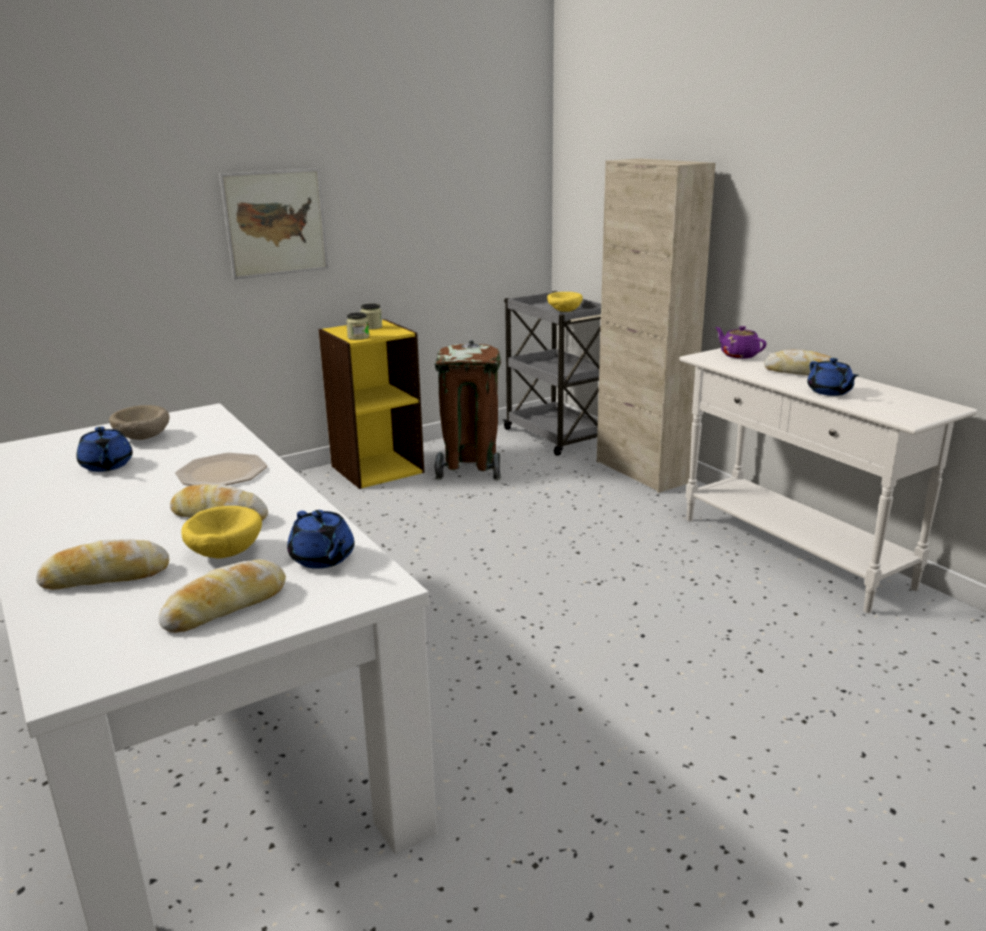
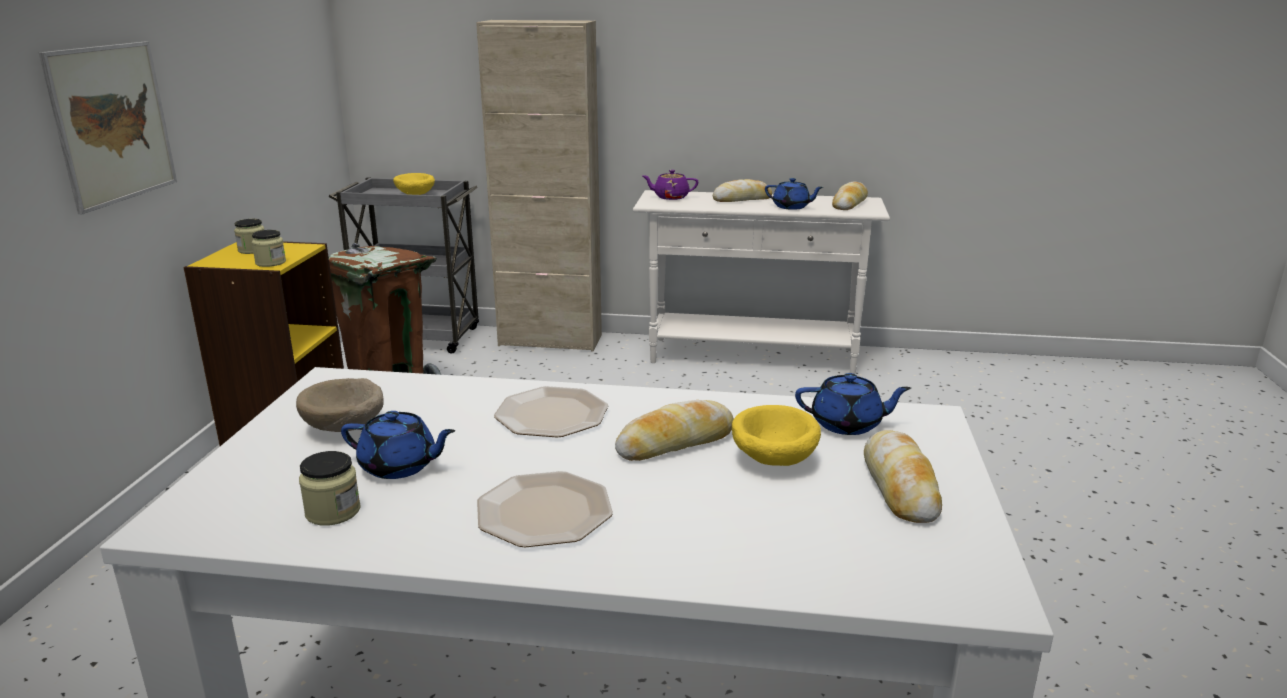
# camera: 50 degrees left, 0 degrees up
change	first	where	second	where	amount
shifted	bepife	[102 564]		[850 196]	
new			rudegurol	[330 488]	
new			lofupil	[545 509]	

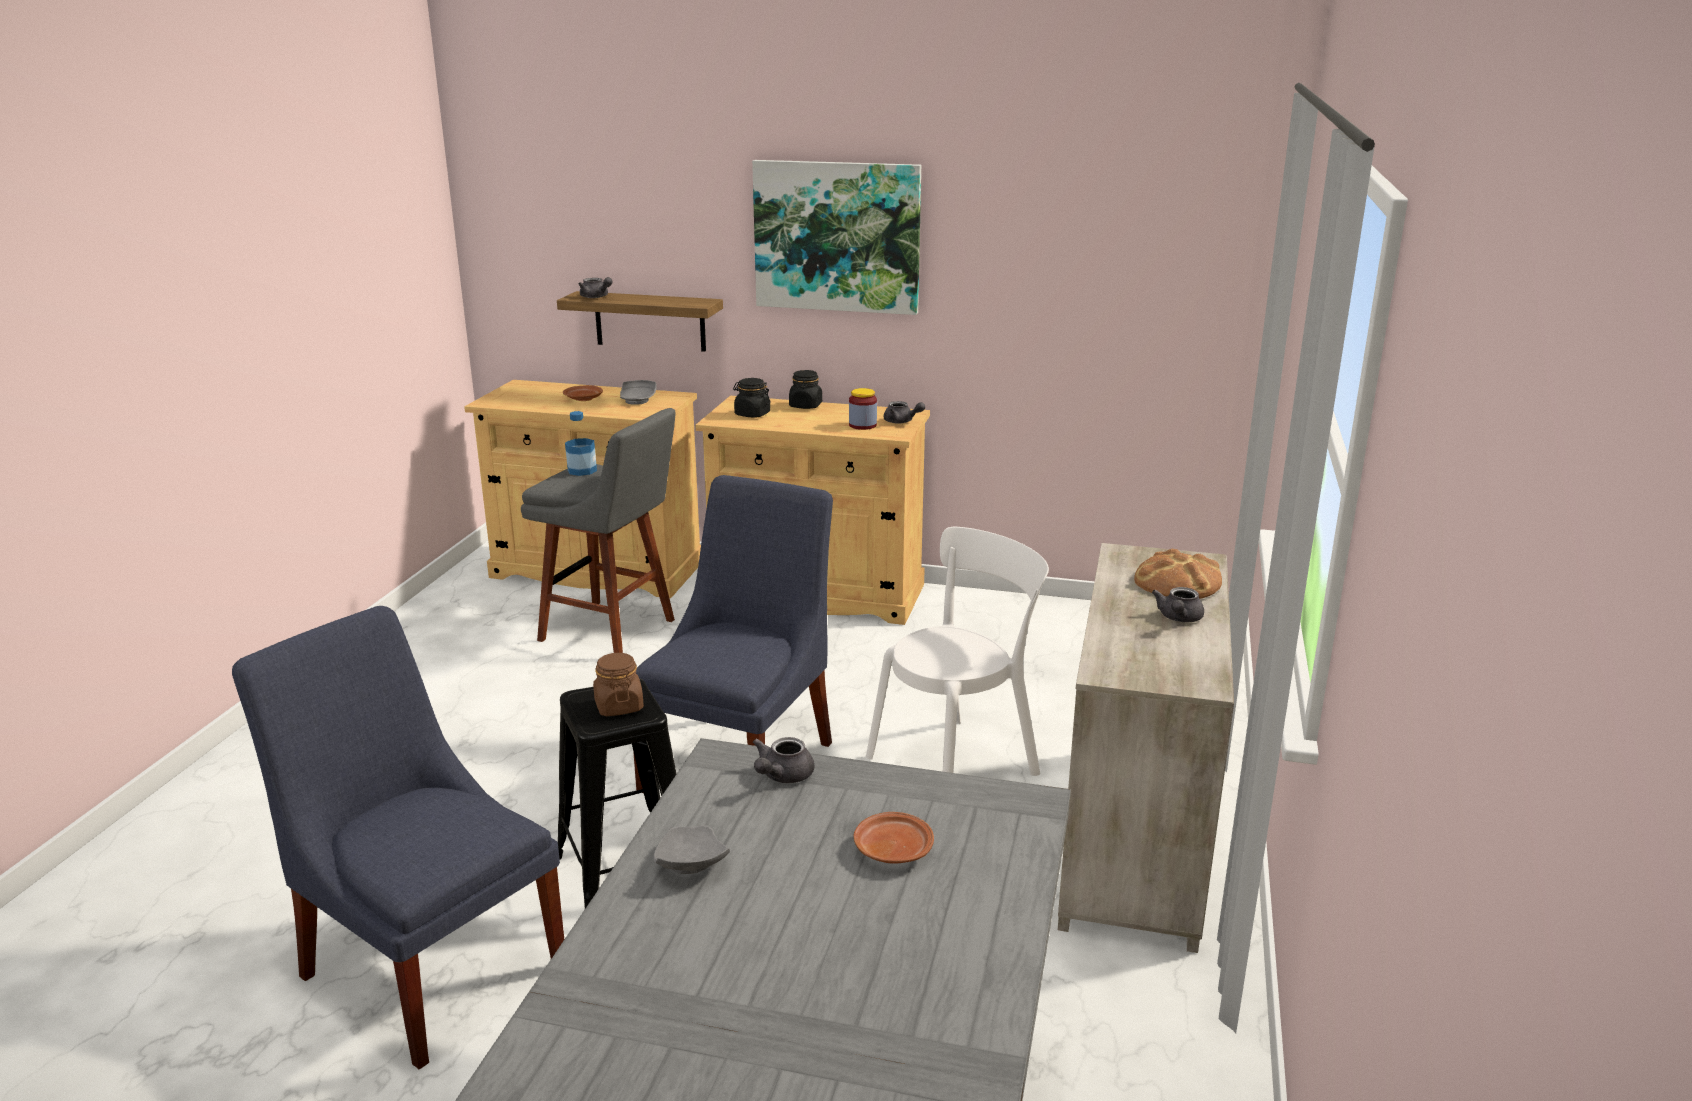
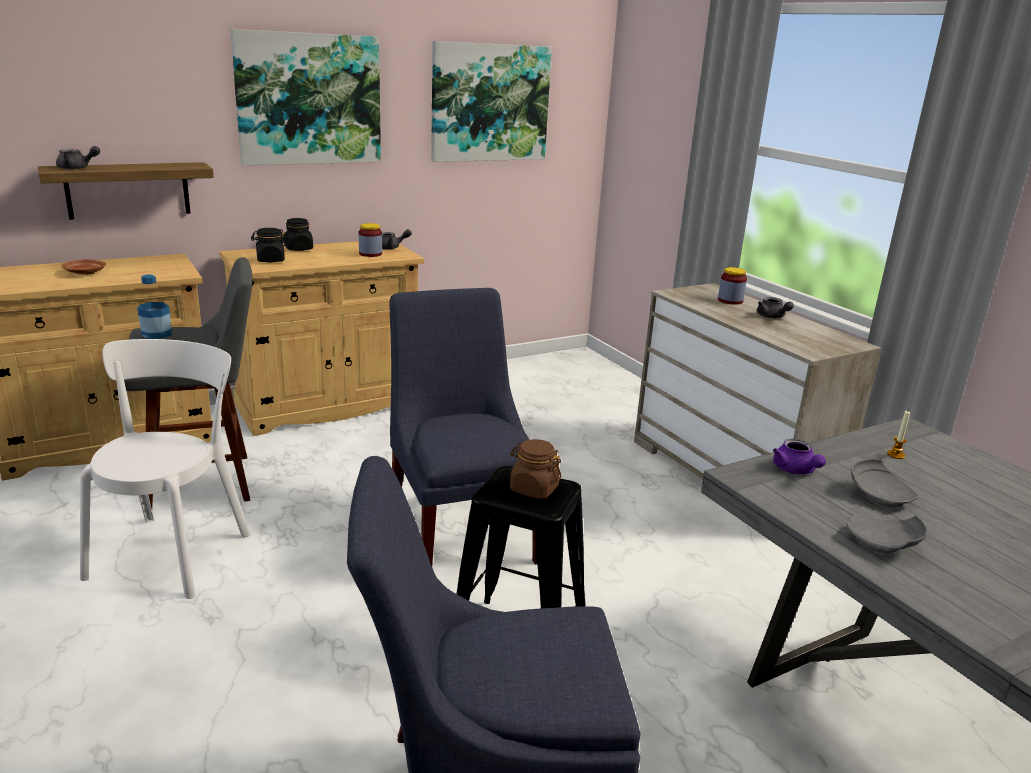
# camera: 45 degrees left, 0 degrees up
change	first	where	second	where	amount
shifted	lofupil (grey)	[638 392]		[885 483]	
repainted	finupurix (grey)	[783 760]	finupurix (purple)	[799 456]	
gone	lofupil (brown)	[893 837]			
shifted	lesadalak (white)	[957 651]		[165 469]	
swapped	bepife	[1178 573]	rudegurol	[732 286]	
new			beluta	[491 101]	
new			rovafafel	[898 435]	

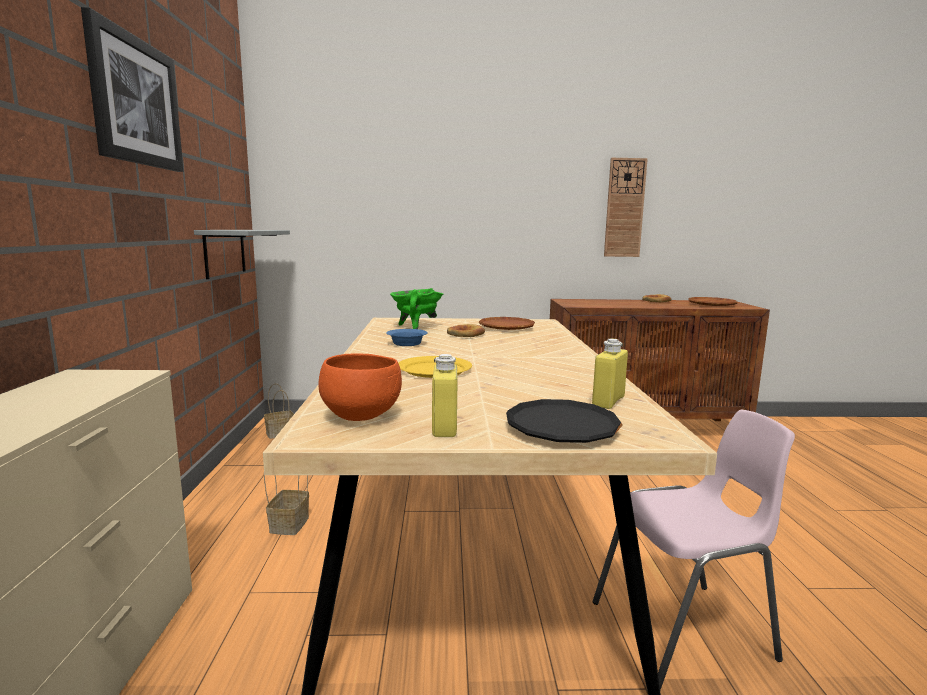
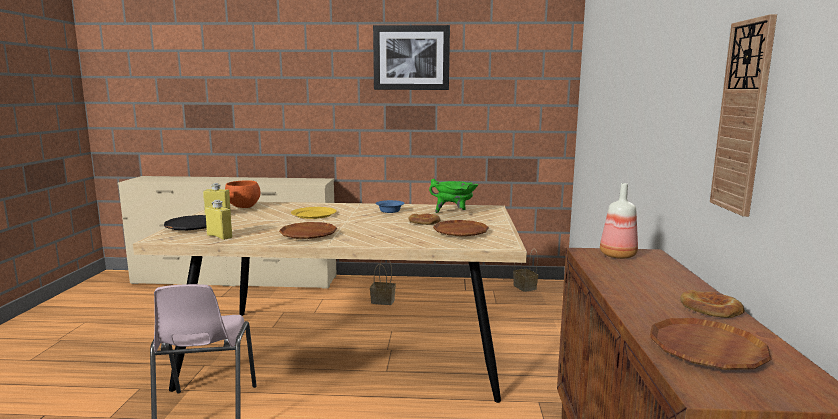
# camera: 95 degrees right, 0 degrees up
change	first	where	second	where	amount
gone	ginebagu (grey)	[242 254]			
new			lofupil (brown)	[308 230]	
new			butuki	[619 221]	

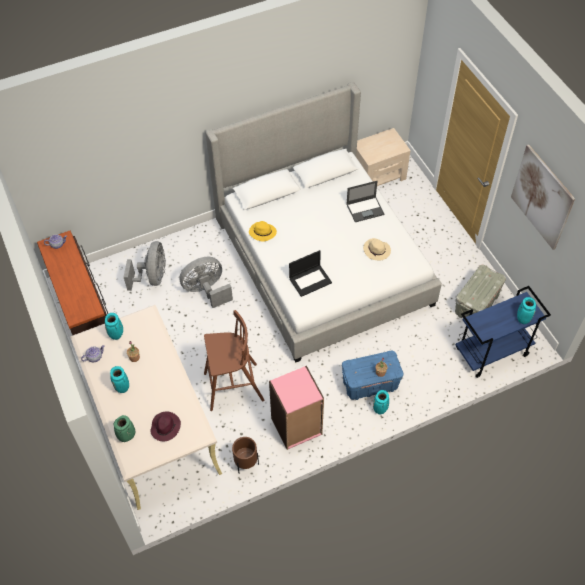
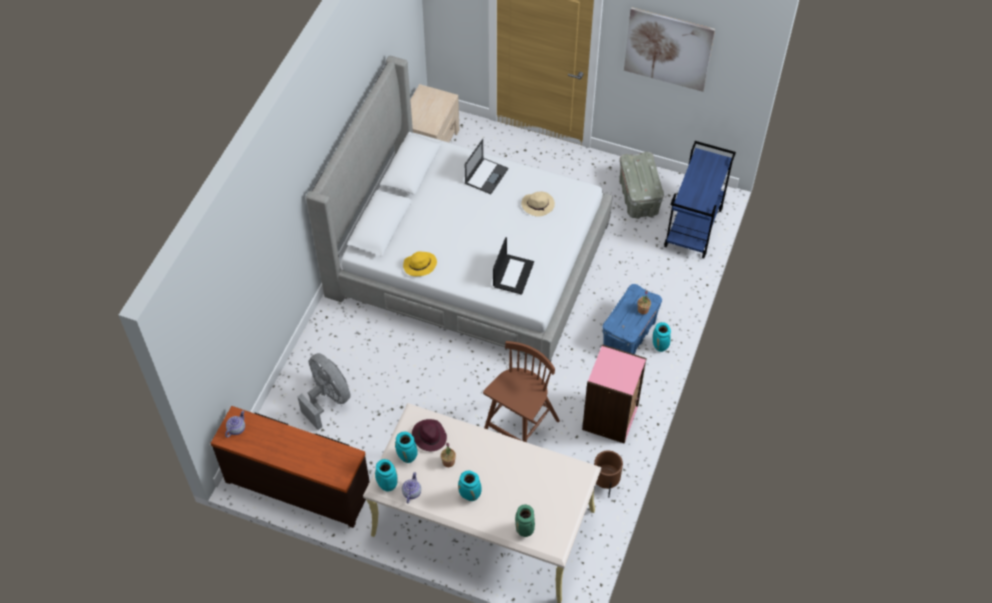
# camera: 45 degrees left, 0 degrees up
change	first	where	second	where	amount
shifted	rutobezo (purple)	[166 426]		[429 435]	
gone	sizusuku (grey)	[206 282]			
shifted	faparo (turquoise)	[526 310]		[386 475]	

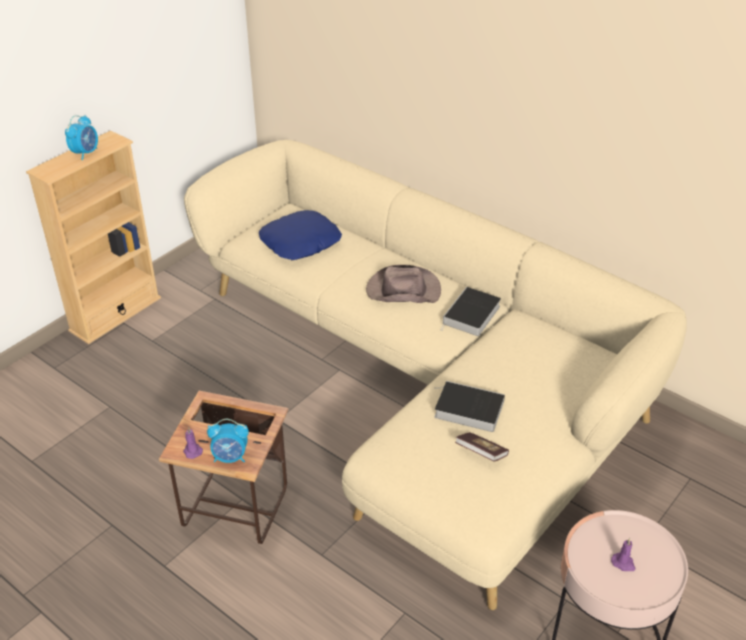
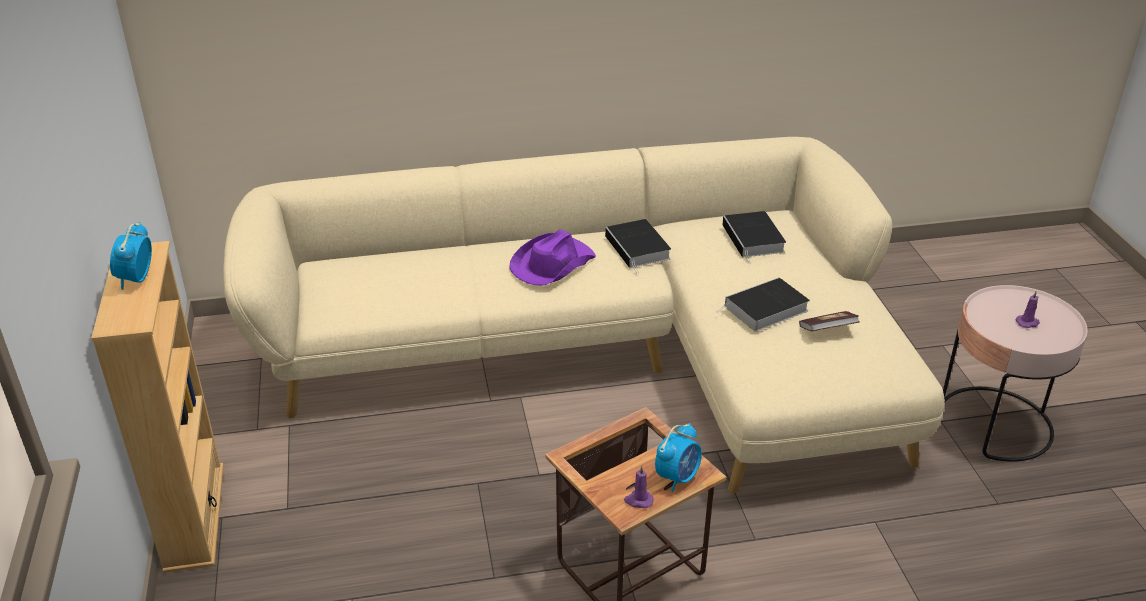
# camera: 50 degrees left, 5 degrees down
change	first	where	second	where	amount
rotated	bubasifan	[81 137]		[131 256]	150 degrees counterclockwise
gone	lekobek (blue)	[300 235]			
repainted	rutobezo (brown)	[403 284]	rutobezo (purple)	[552 257]	
new			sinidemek	[754 237]	

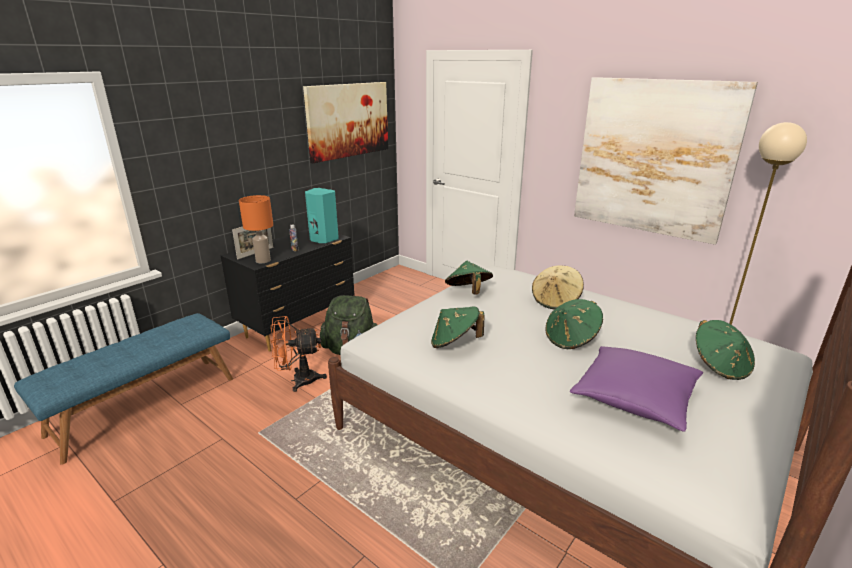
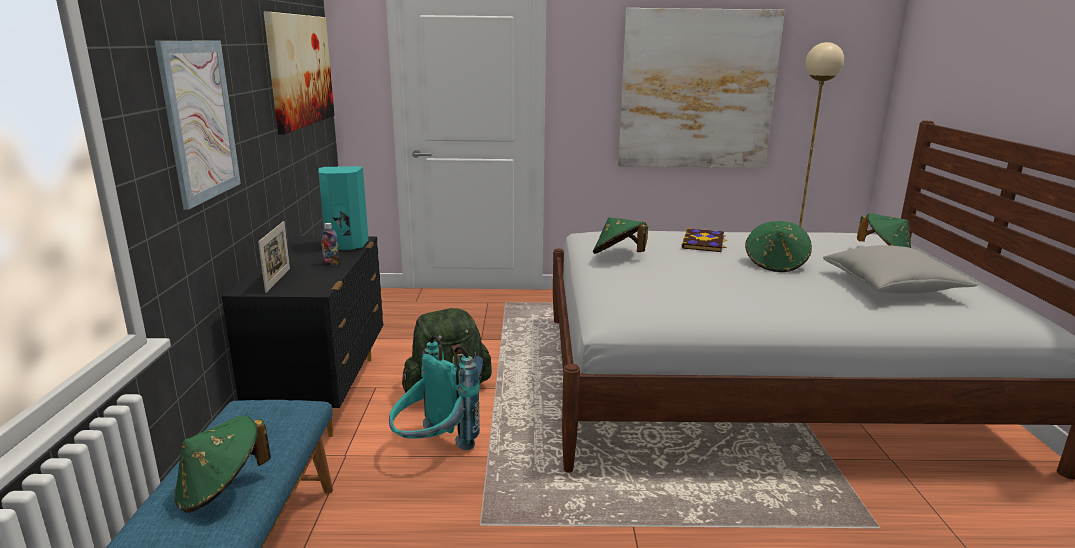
# camera: 40 degrees left, 5 degrees down
change	first	where	second	where	amount
gone	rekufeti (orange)	[256 229]			
swapped	sizusuku (orange)	[298 354]	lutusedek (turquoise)	[434 392]	
shifted	rutobezo (green)	[457 327]		[223 464]	
swapped	rutobezo (beige)	[558 287]	sinidemek	[704 240]	
repainted	lekobek (purple)	[636 389]	lekobek (grey)	[900 269]	
new			beluta	[198 125]	

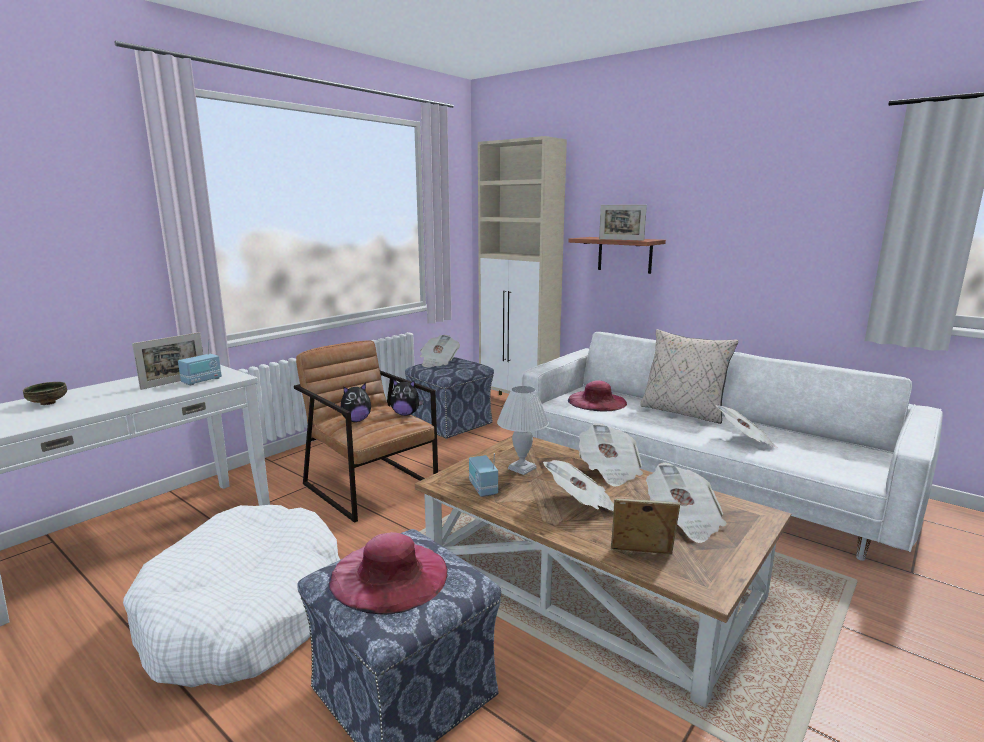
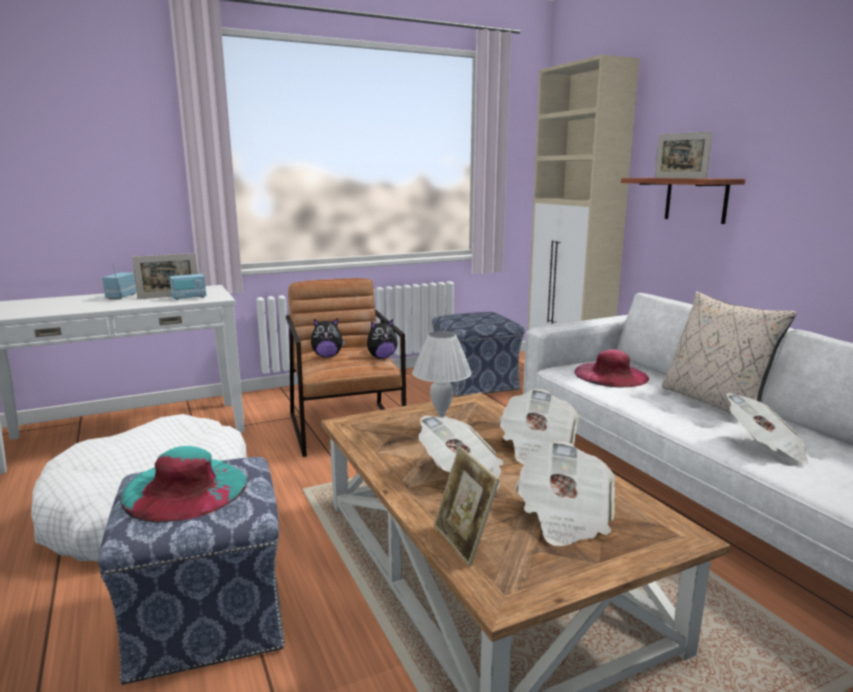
# camera: 25 degrees right, 0 degrees up
change	first	where	second	where	amount
gone	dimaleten	[45 393]			
repainted	rutobezo (pink)	[388 573]	rutobezo (turquoise)	[183 484]	
rotated	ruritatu	[407 397]		[382 339]	60 degrees counterclockwise
gone	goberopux	[440 351]			
shifted	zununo	[483 475]		[119 281]	
rotated	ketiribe	[645 526]		[467 506]	150 degrees counterclockwise

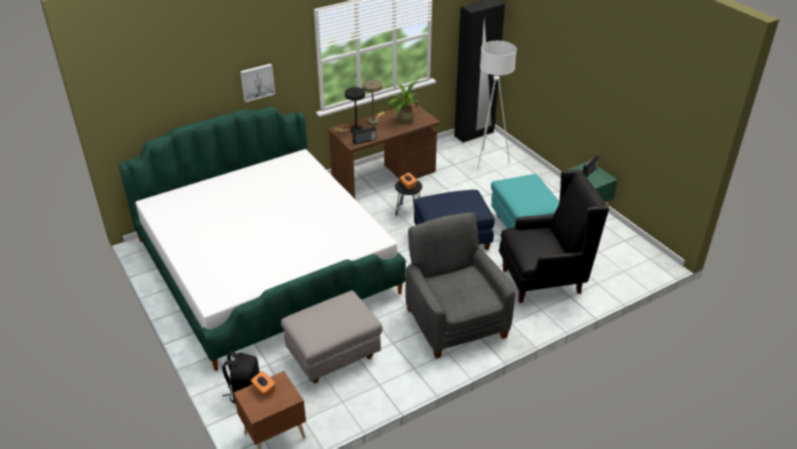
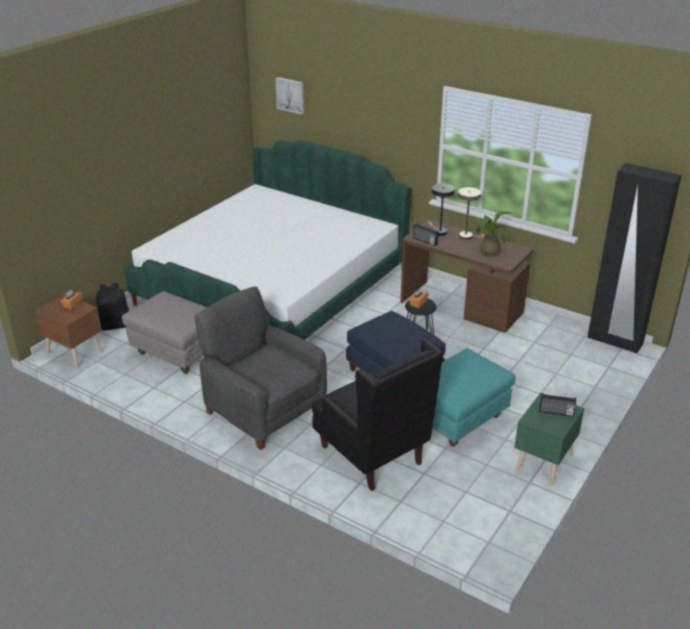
# camera: 65 degrees right, 5 degrees down
change	first	where	second	where	amount
shifted	beluta	[257 83]		[289 95]	
rotated	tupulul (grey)	[460 286]		[260 368]	90 degrees counterclockwise
gone	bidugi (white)	[497 105]			

